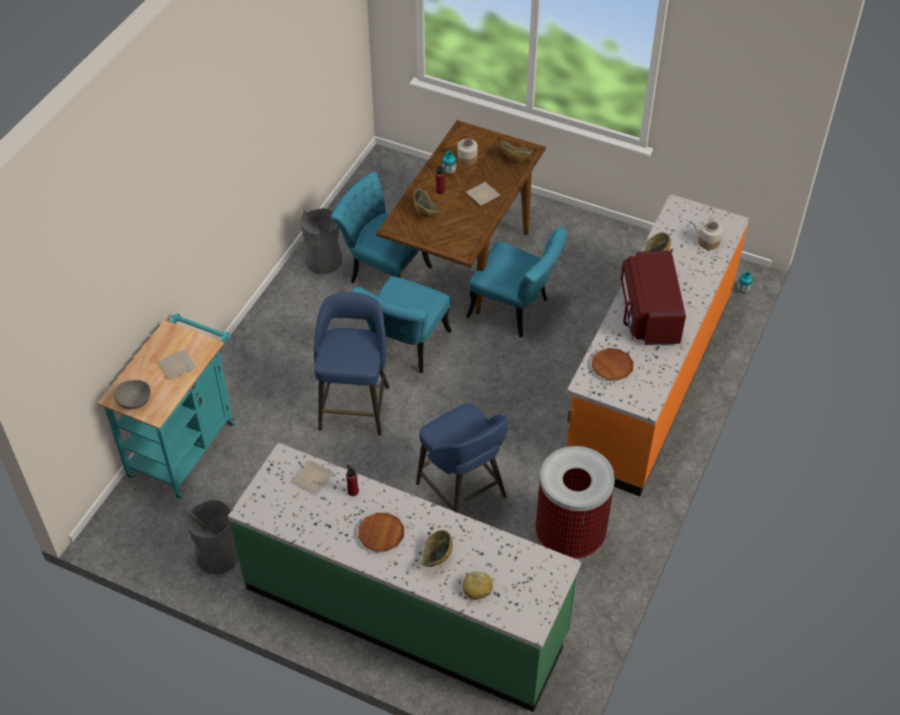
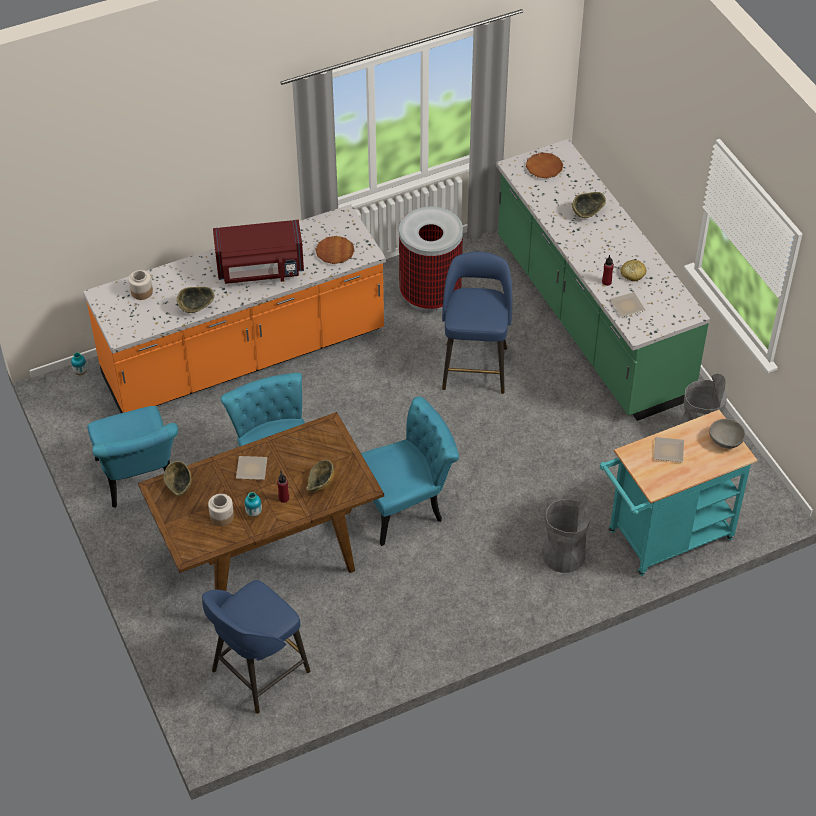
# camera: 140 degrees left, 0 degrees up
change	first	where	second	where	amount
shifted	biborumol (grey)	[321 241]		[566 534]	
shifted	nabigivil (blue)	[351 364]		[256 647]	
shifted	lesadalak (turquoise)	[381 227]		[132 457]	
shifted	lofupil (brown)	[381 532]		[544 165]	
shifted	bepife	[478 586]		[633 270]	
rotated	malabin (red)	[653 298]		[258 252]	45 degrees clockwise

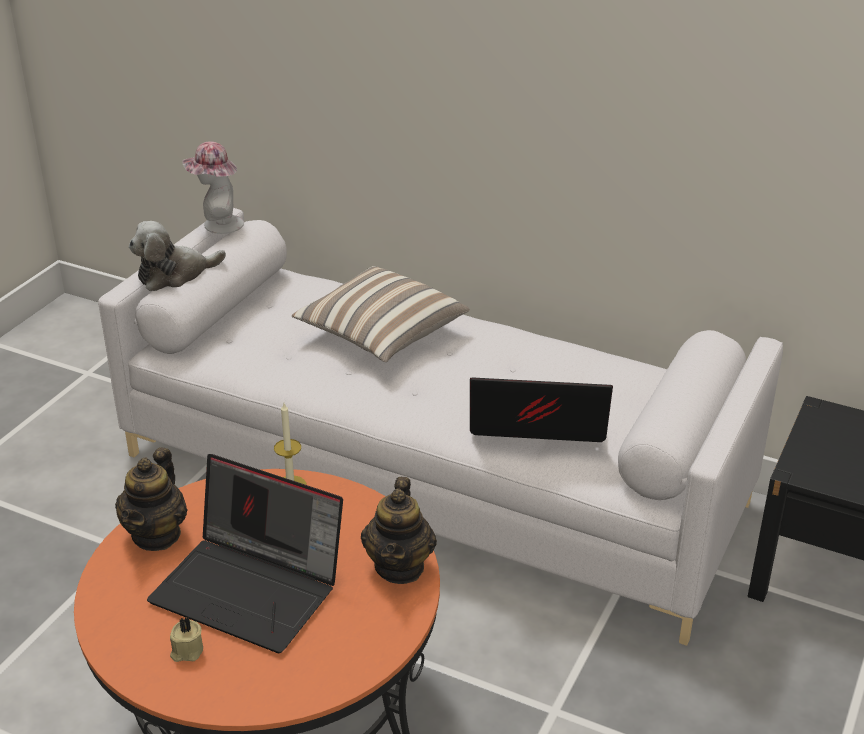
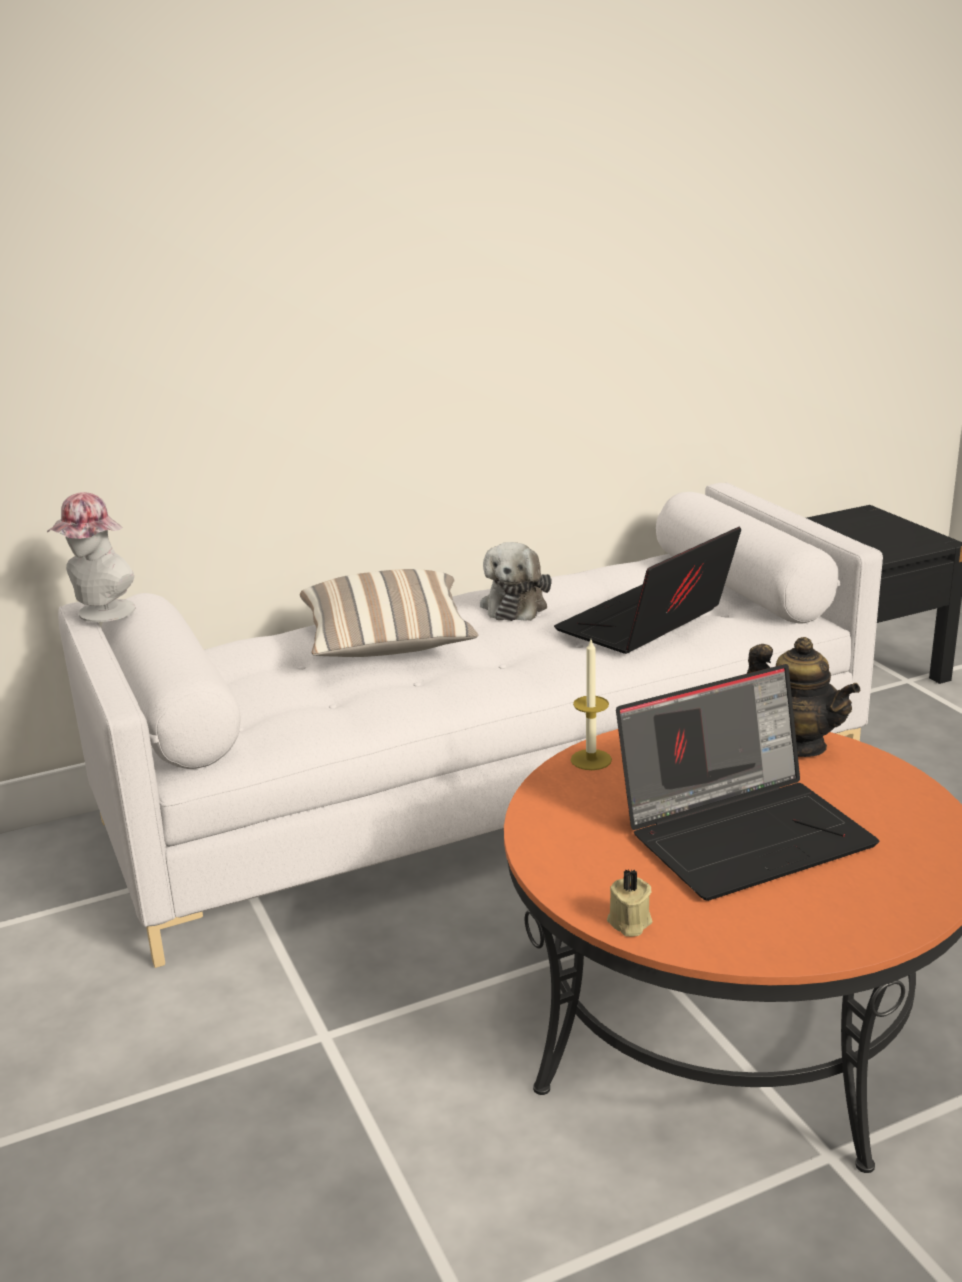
# camera: 50 degrees left, 10 degrees down
change	first	where	second	where	amount
gone	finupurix	[151 499]			
shifted	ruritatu	[177 256]		[515 581]	
shifted	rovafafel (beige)	[186 639]		[630 903]	

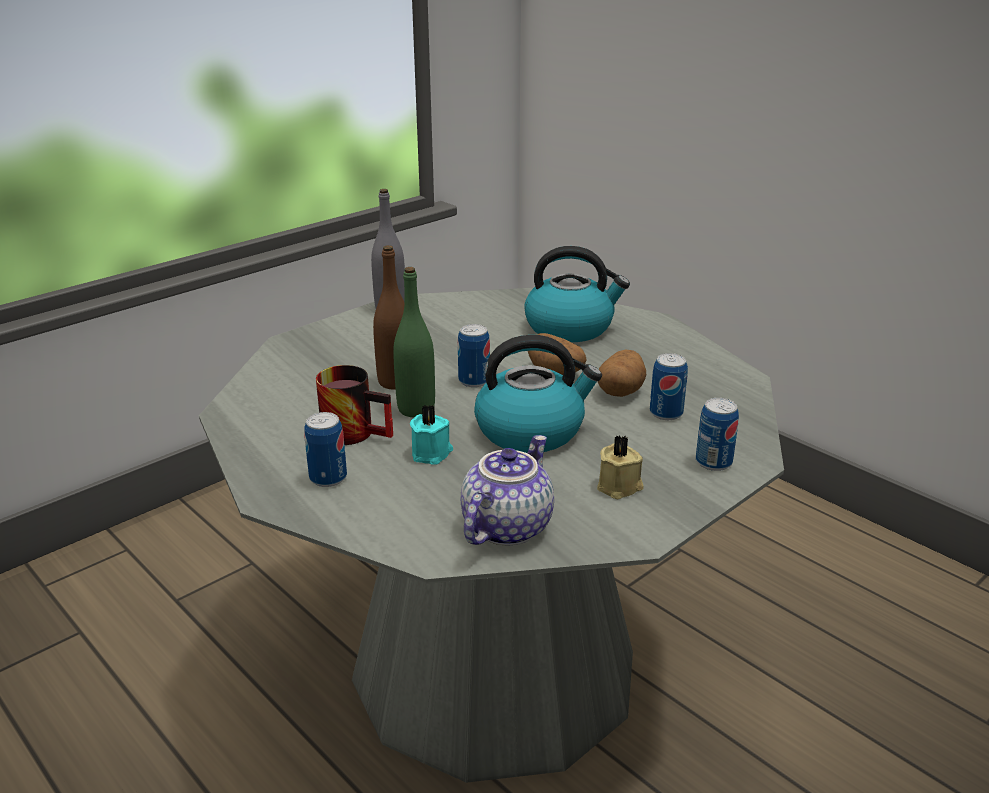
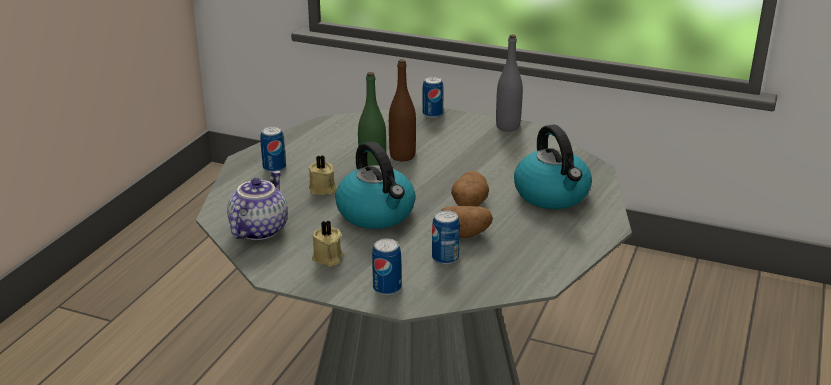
# camera: 65 degrees right, 0 degrees up
change	first	where	second	where	amount
gone	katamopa	[354 405]			
repainted	rovafafel (turquoise)	[431 434]	rovafafel (beige)	[323 175]	
shifted	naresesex	[474 355]		[433 97]	
rotated	finupurix	[507 490]		[257 205]	75 degrees counterclockwise

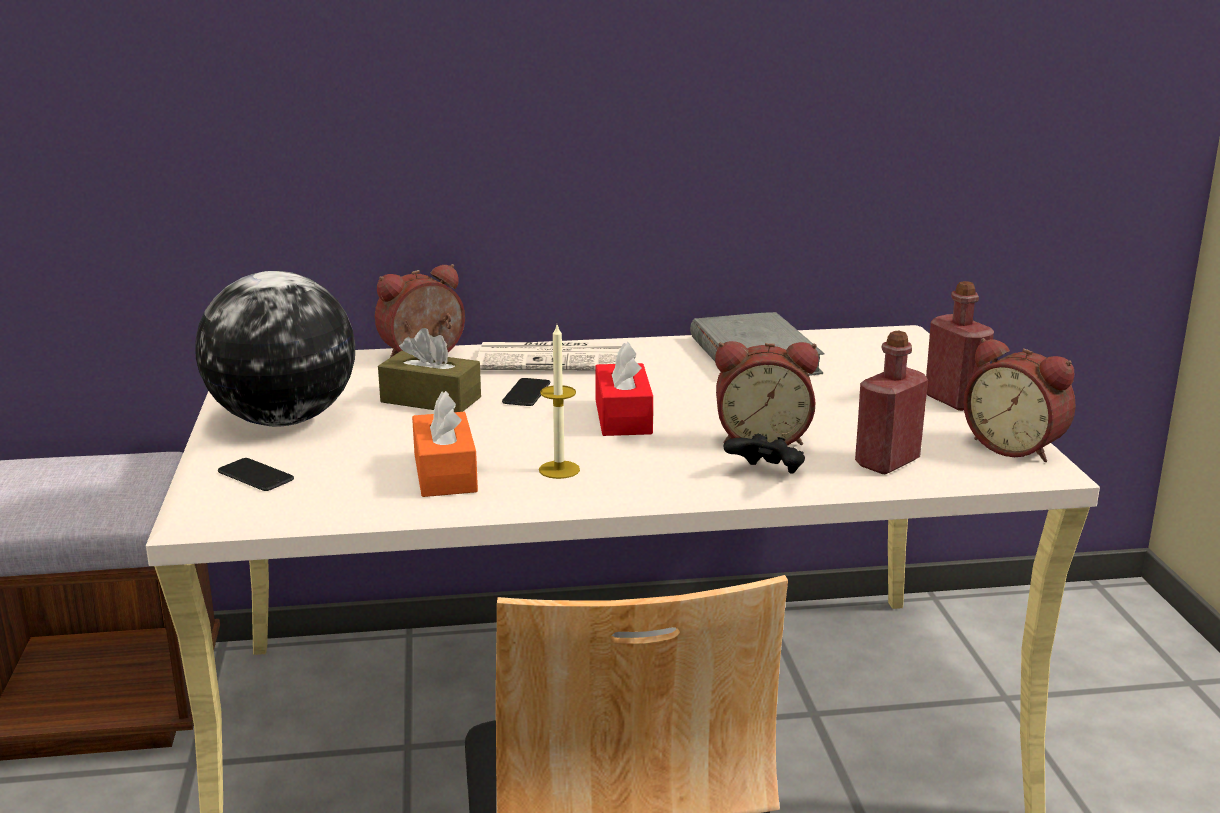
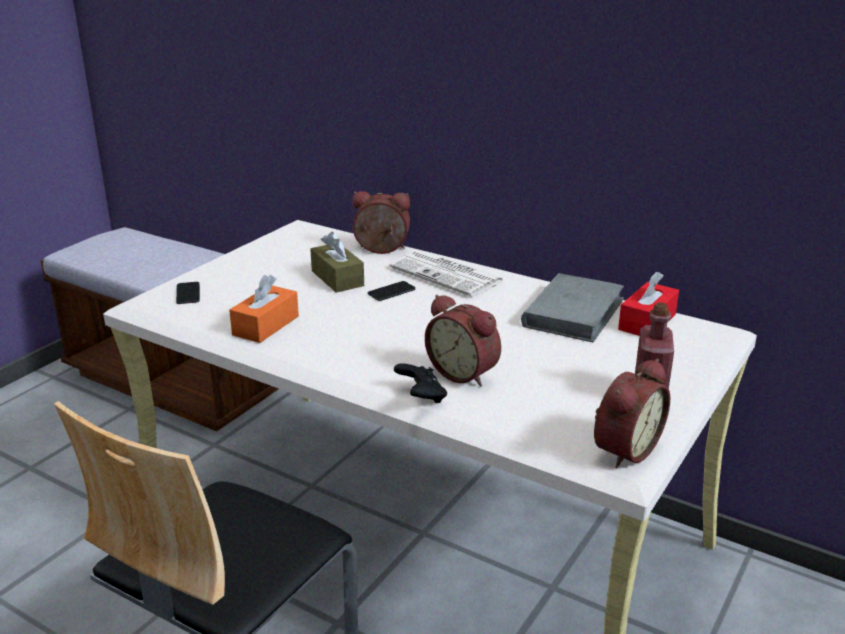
# camera: 40 degrees right, 5 degrees up
change	first	where	second	where	amount
gone	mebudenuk	[275 349]			
gone	rovafafel	[559 402]			
shifted	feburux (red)	[624 389]		[648 304]	
gone	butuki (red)	[891 402]			
rotated	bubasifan	[1019 400]		[632 413]	135 degrees counterclockwise

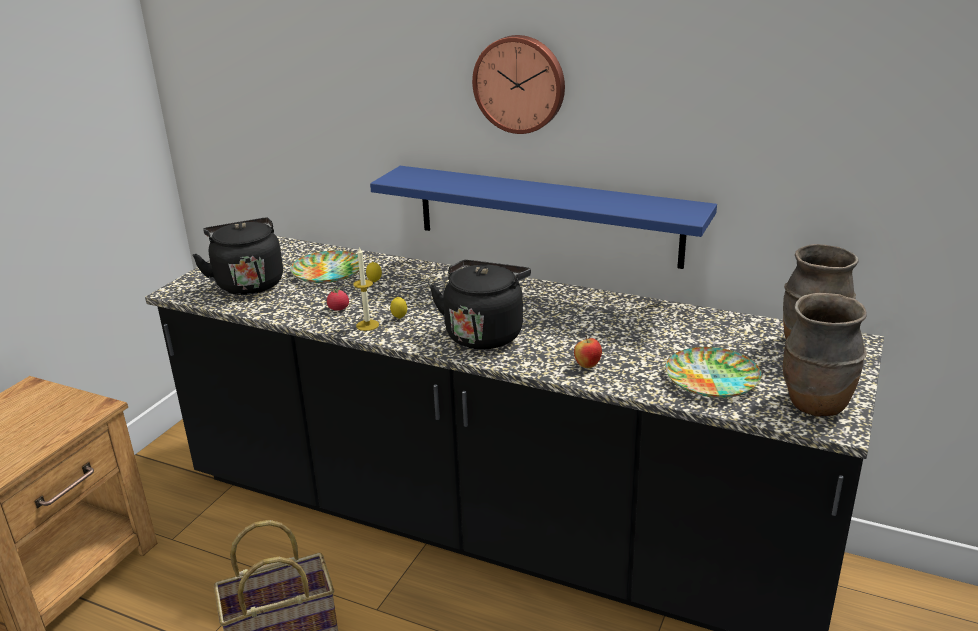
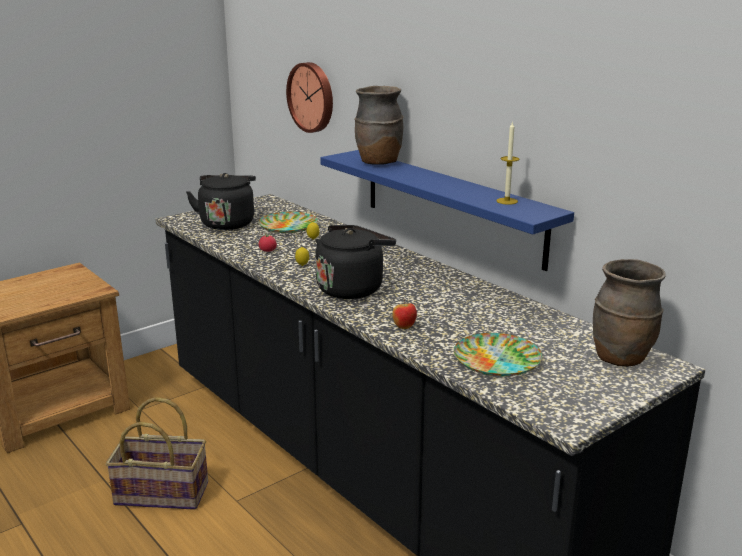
# camera: 25 degrees right, 5 degrees down
change	first	where	second	where	amount
shifted	rovafafel	[366 289]		[507 163]	
shifted	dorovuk	[518 84]		[309 97]	
shifted	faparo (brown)	[825 355]		[379 125]	

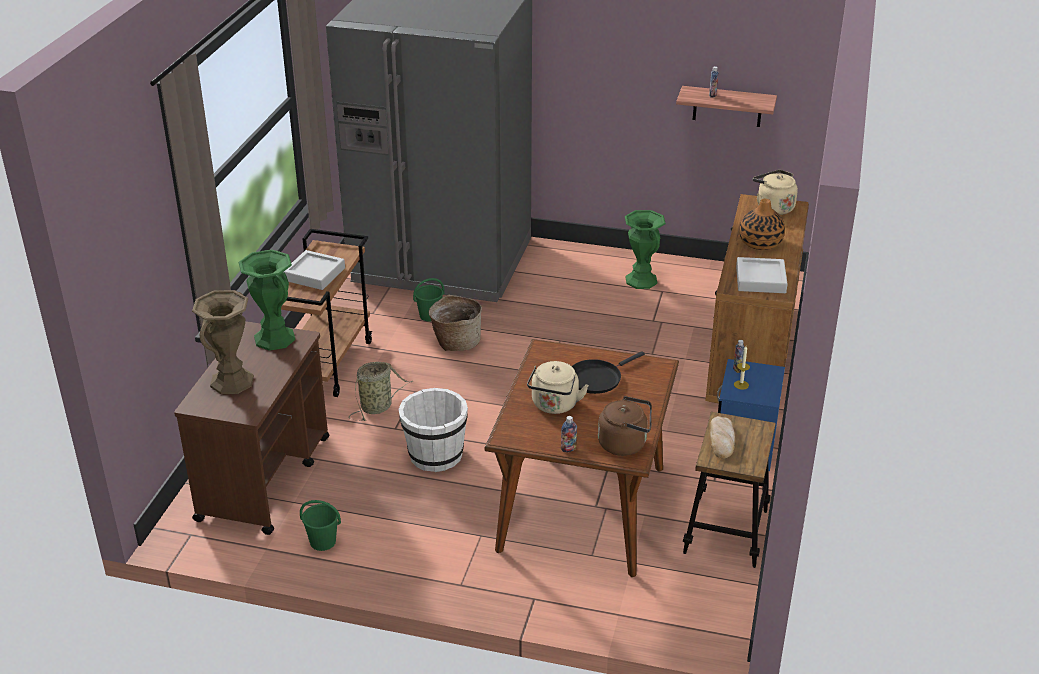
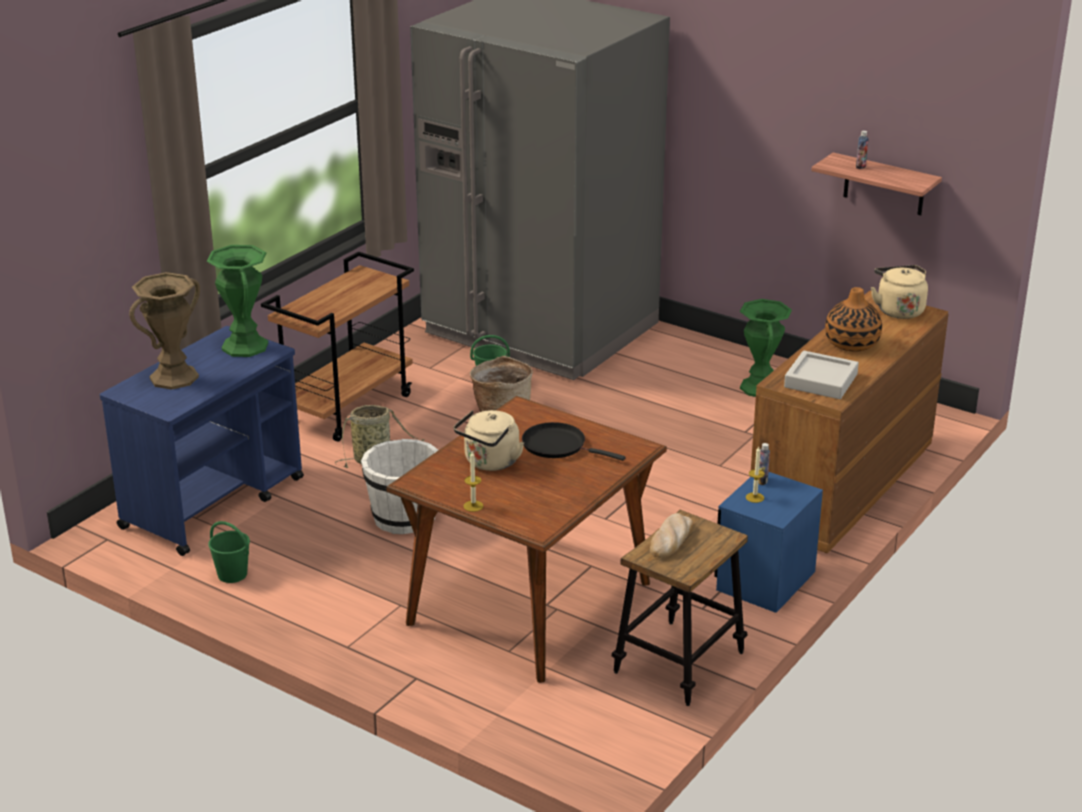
# camera: 20 degrees right, 5 degrees down
change	first	where	second	where	amount
repainted	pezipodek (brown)	[252 428]	pezipodek (blue)	[202 441]	
gone	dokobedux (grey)	[314 270]			
swapped	butuki	[569 434]	rovafafel	[473 481]	
rotated	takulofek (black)	[608 372]		[573 441]	45 degrees clockwise
gone	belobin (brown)	[625 426]			

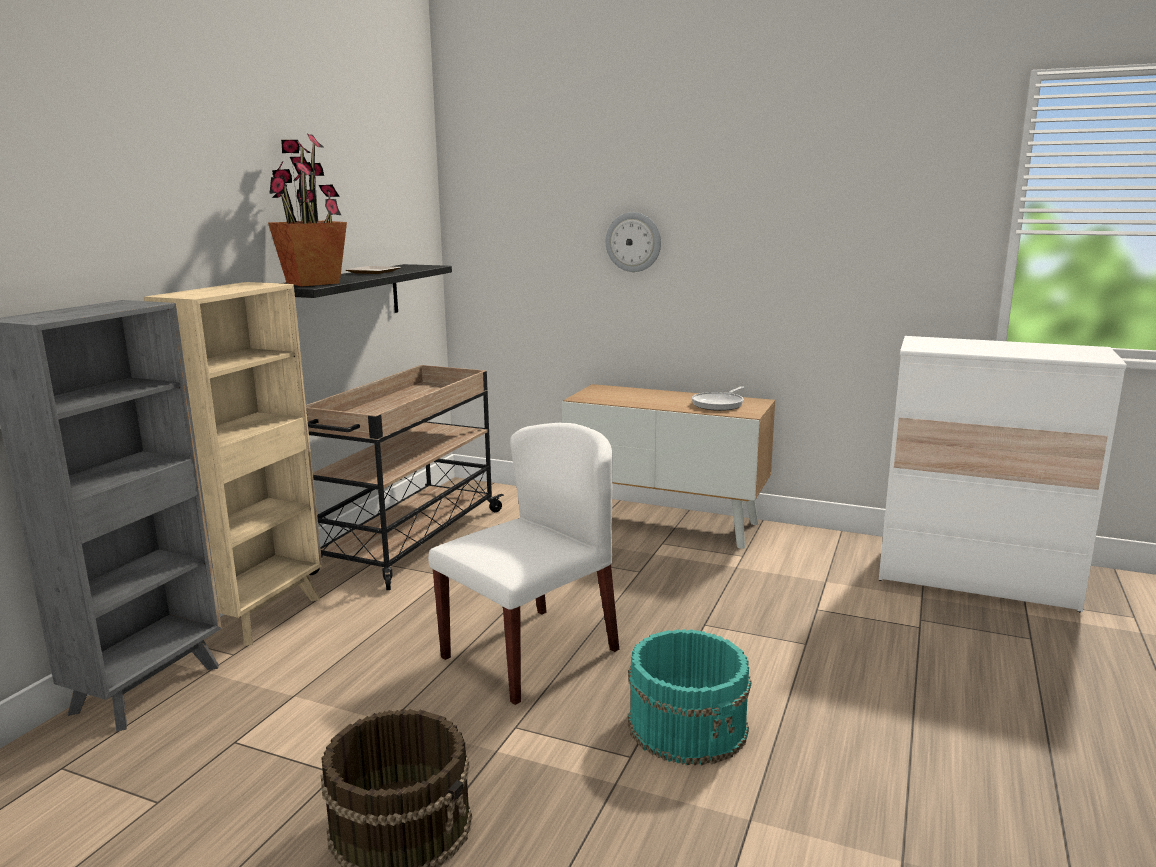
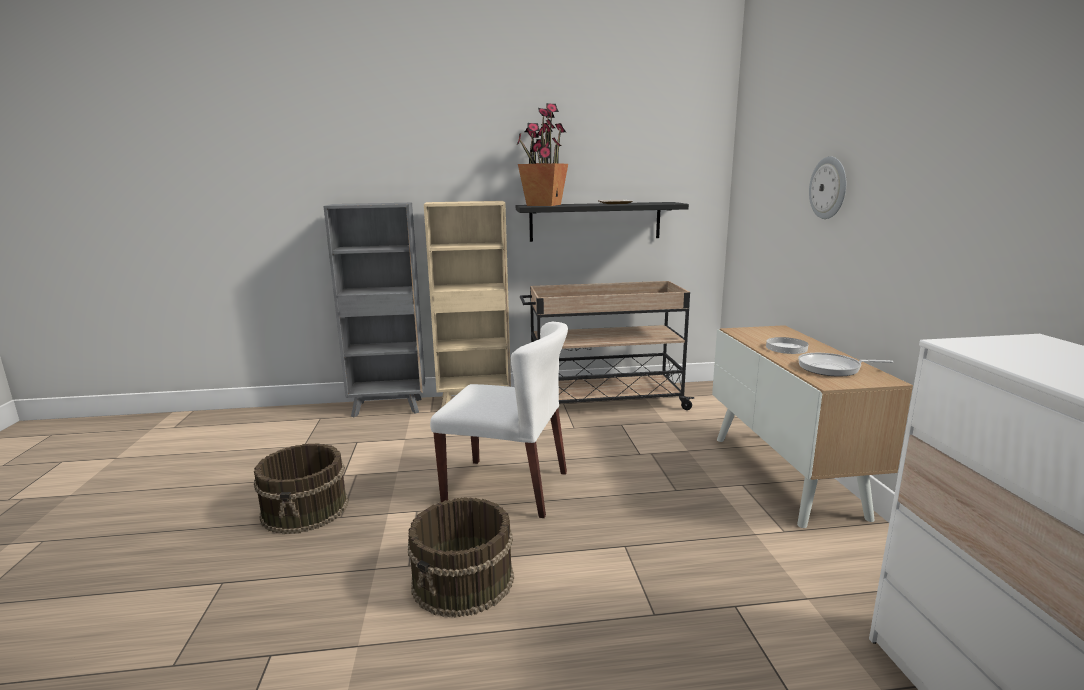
# camera: 60 degrees right, 0 degrees up
change	first	where	second	where	amount
repainted	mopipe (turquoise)	[690 697]	mopipe (brown)	[461 557]	
new			lofupil (white)	[787 345]	

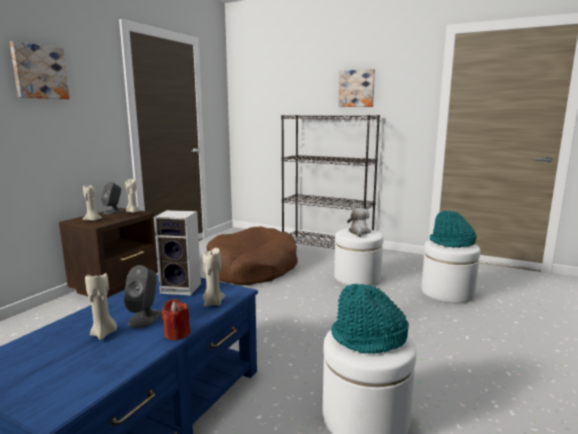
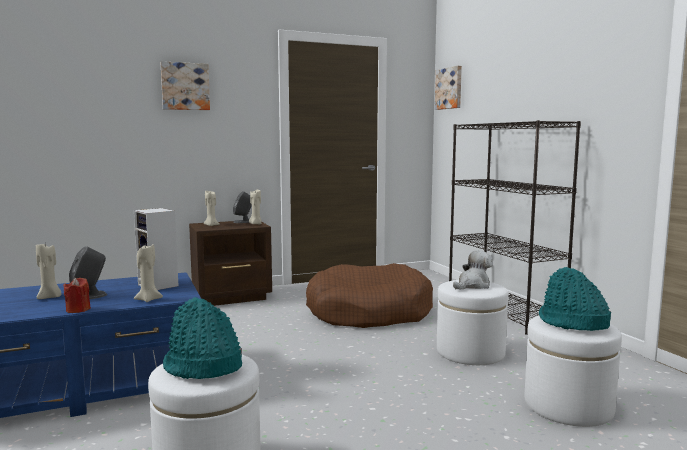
# camera: 40 degrees right, 5 degrees down
change	first	where	second	where	amount
shifted	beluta	[356 88]		[448 88]	

